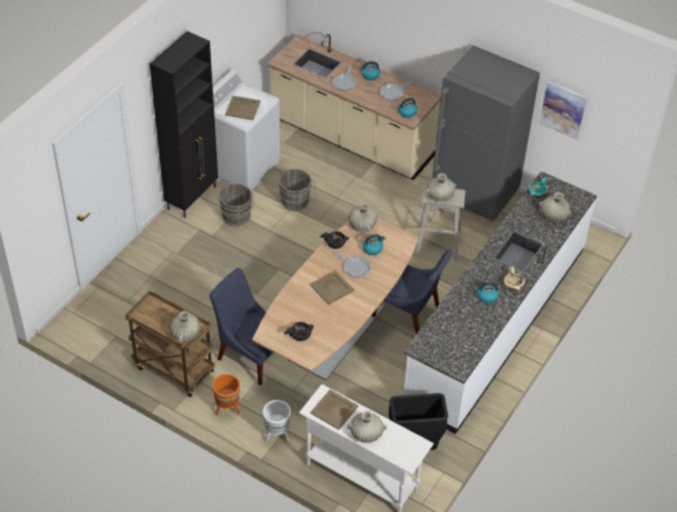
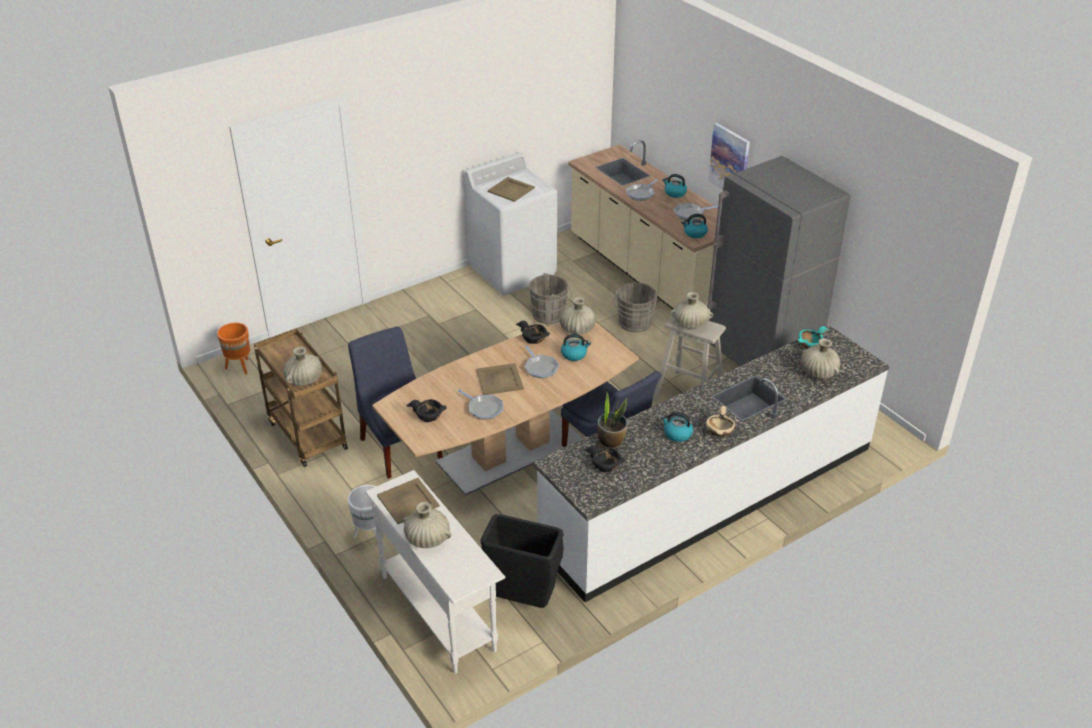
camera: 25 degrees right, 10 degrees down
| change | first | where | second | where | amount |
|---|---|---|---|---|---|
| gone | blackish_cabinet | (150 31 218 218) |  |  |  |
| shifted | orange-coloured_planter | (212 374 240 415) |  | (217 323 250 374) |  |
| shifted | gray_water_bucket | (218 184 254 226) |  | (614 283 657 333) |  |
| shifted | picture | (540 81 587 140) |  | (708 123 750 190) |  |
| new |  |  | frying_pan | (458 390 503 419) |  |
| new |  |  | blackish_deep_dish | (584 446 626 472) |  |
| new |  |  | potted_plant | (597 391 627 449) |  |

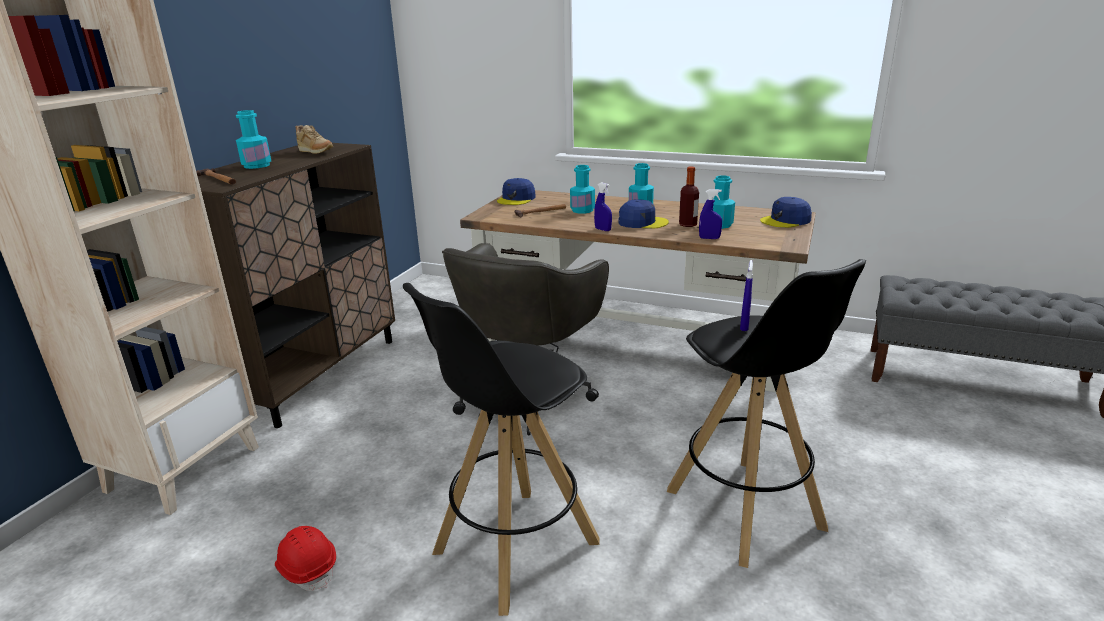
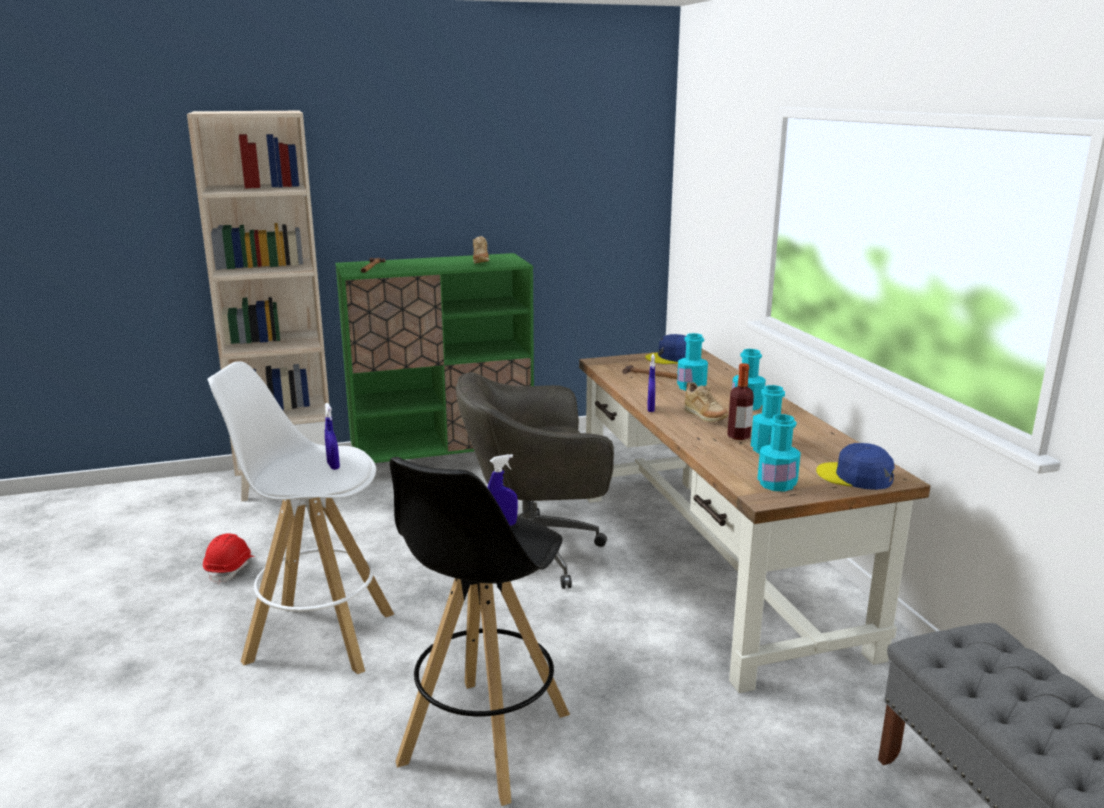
camera: 50 degrees right, 5 degrees down
| change | first | where | second | where | amount |
|---|---|---|---|---|---|
| repainted | brown-coloured_cabinet | (198 143 395 428) | green-coloured_cabinet | (336 253 534 463) |  |
| shifted | blue-green_bottle | (236 110 271 169) |  | (757 414 801 492) |  |
| repainted | blackish_sitting_stool | (403 283 600 616) | white_sitting_stool | (207 361 395 674) |  |
| swapped | bluish_cap | (618 199 669 229) | beige-coloured_low_shoe | (685 382 729 422) |  |
| shifted | bluish_hand_sprayer | (699 189 722 239) |  | (325 403 340 470) |  |

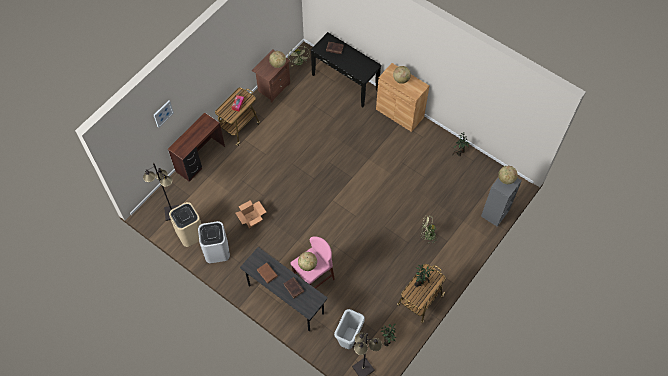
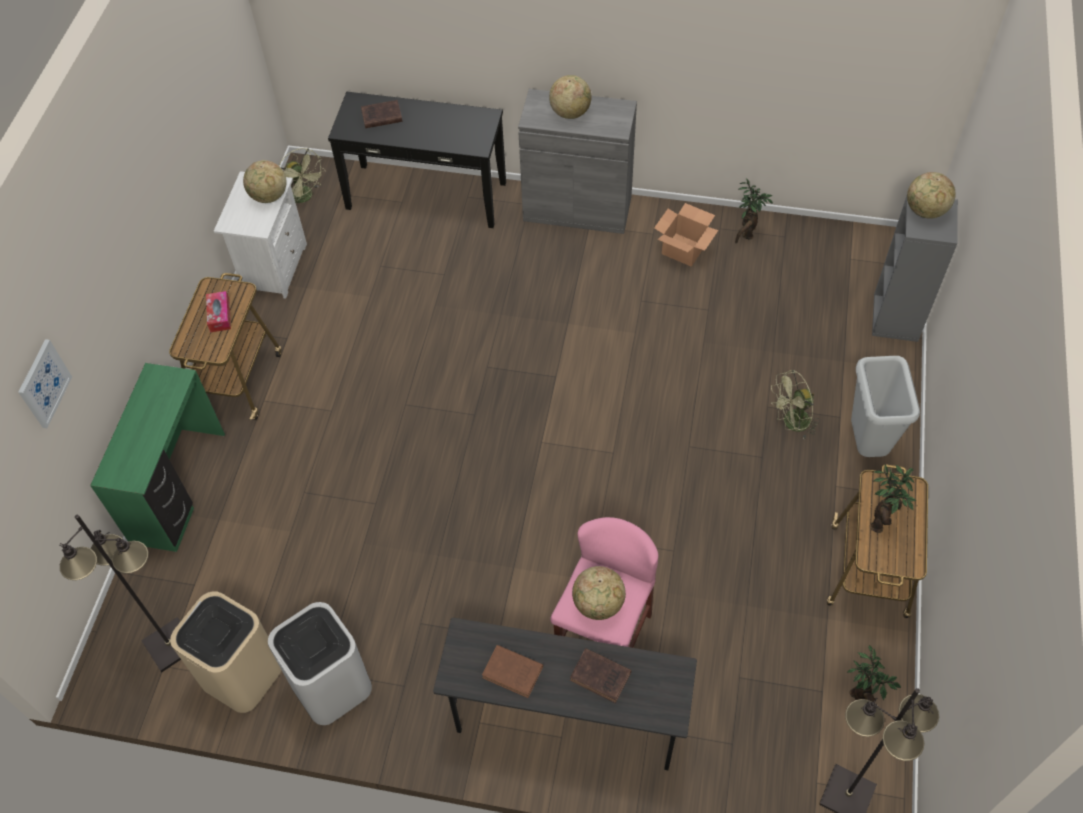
camera: 25 degrees left, 5 degrees down
| change | first | where | second | where | amount |
|---|---|---|---|---|---|
| repainted | brown-coloured_desk_unit | (168 113 225 182) | green-coloured_desk_unit | (90 363 225 552) |  |
| shifted | packing_box | (235 201 266 228) |  | (654 203 718 266) |  |
| repainted | brown-coloured_nightstand | (252 50 290 103) | white_nightstand | (214 171 307 299) |  |
| shifted | gray_trash_can | (334 309 365 349) |  | (851 356 920 457) |  |
| repainted | brown-coloured_cabinet | (376 63 429 132) | gray_cabinet | (518 89 637 234) |  |

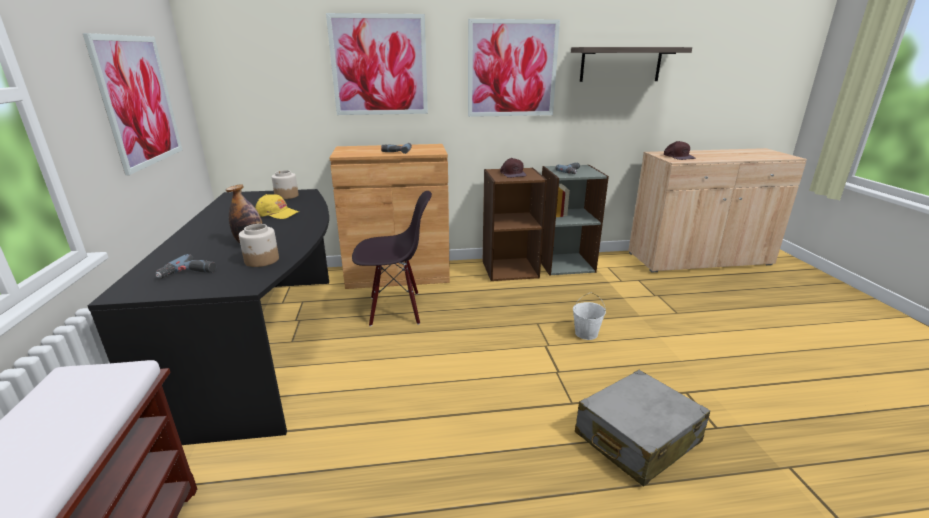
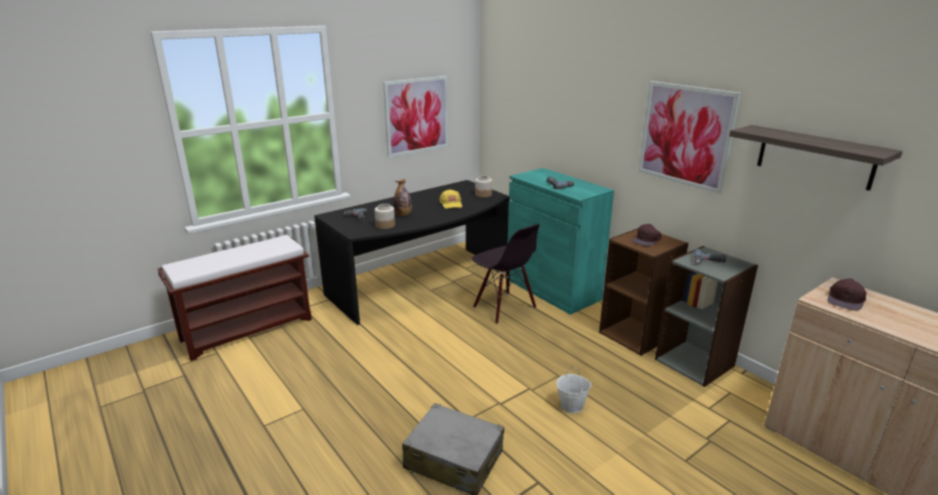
camera: 60 degrees right, 0 degrees up
| change | first | where | second | where | amount |
|---|---|---|---|---|---|
| gone | picture | (326 13 428 115) |  |  |  |
| repainted | brown-coloured_cabinet | (330 144 450 289) | blue-green_cabinet | (508 168 614 315) |  |

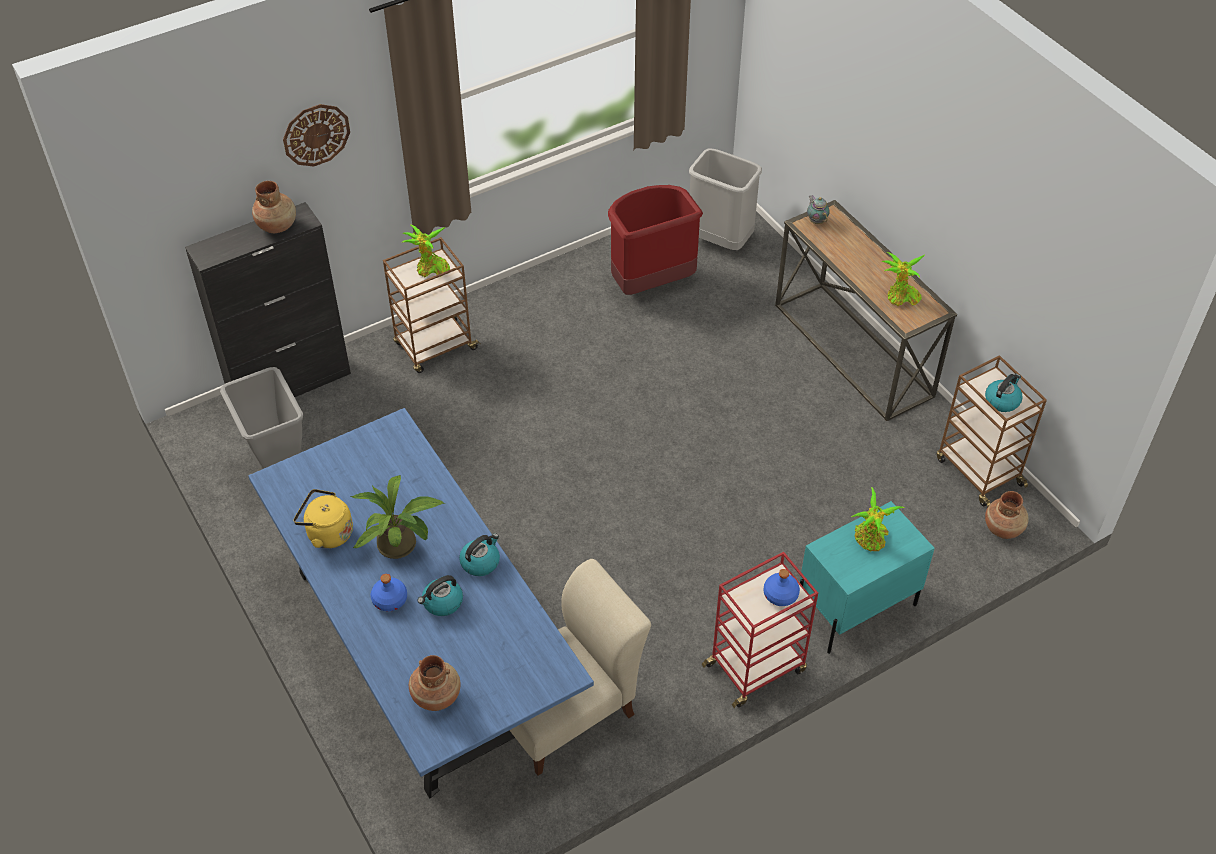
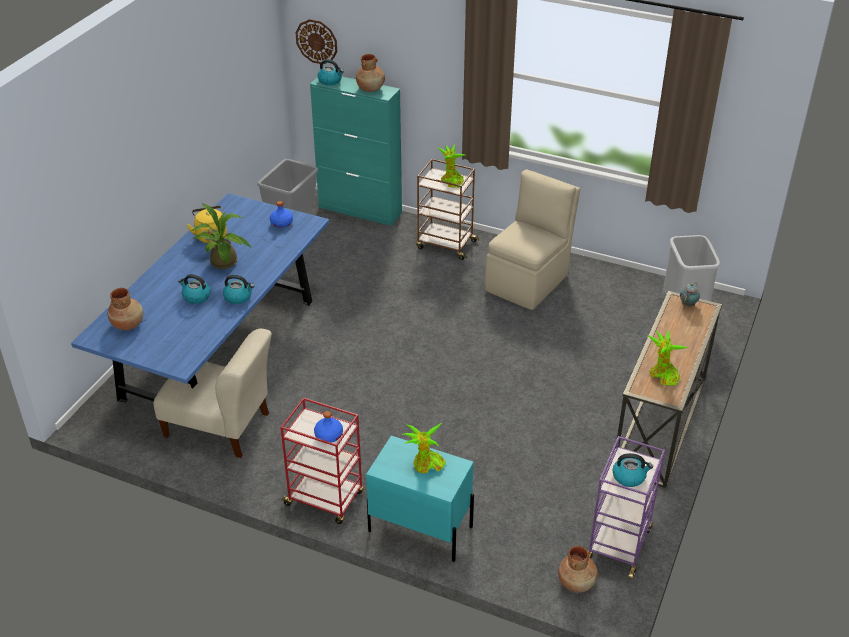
camera: 55 degrees right, 10 degrees down
| change | first | where | second | where | amount |
|---|---|---|---|---|---|
| repainted | blackish_cabinet | (185 202 351 397) | blue-green_cabinet | (310 77 402 226) |  |
| shifted | wall_clock | (283 104 350 167) |  | (295 19 337 64) |  |
| shifted | bluish_bottle | (371 574 407 611) |  | (270 201 293 228) |  |
| gone | red-coloured_trash_can | (608 185 703 295) |  |  |  |
| repainted | brown-coloured_trolley | (937 355 1047 508) | purple-coloured_trolley | (588 436 665 579) |  |
| new |  |  | water_kettle | (318 59 344 85) |  |
| new |  |  | beige-coloured_plain_chair | (485 169 580 310) |  |

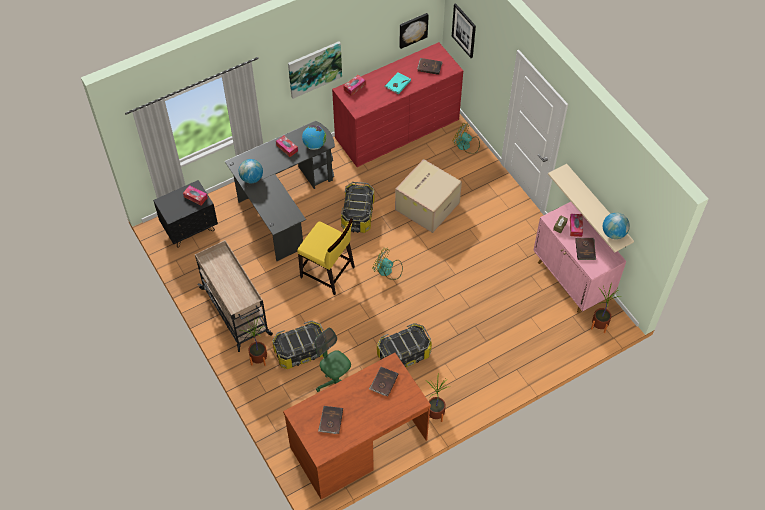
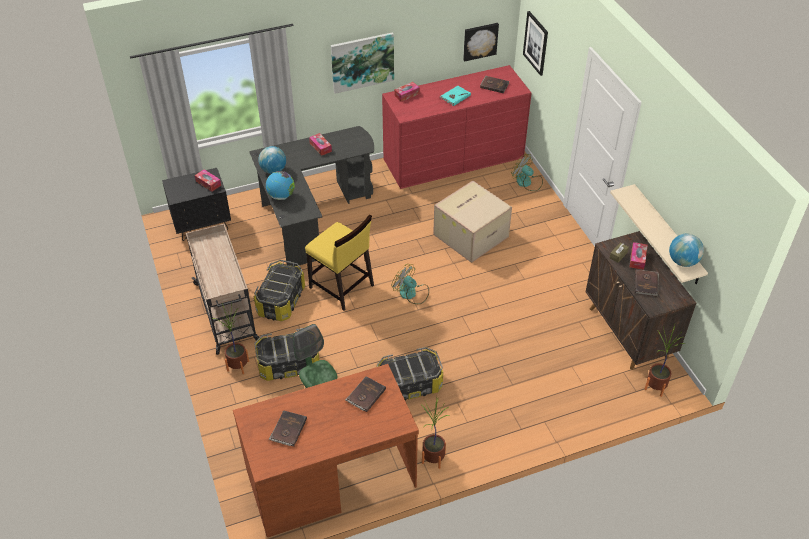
camera: 10 degrees right, 10 degrees down
| change | first | where | second | where | amount |
|---|---|---|---|---|---|
| shifted | desk_globe | (302 125 326 150) |  | (266 171 295 200) |  |
| shifted | storage_bin | (341 182 374 233) |  | (254 260 305 321) |  |
| repainted | pink-coloured_cabinet | (533 202 626 313) | brown-coloured_cabinet | (586 231 696 370) |  |

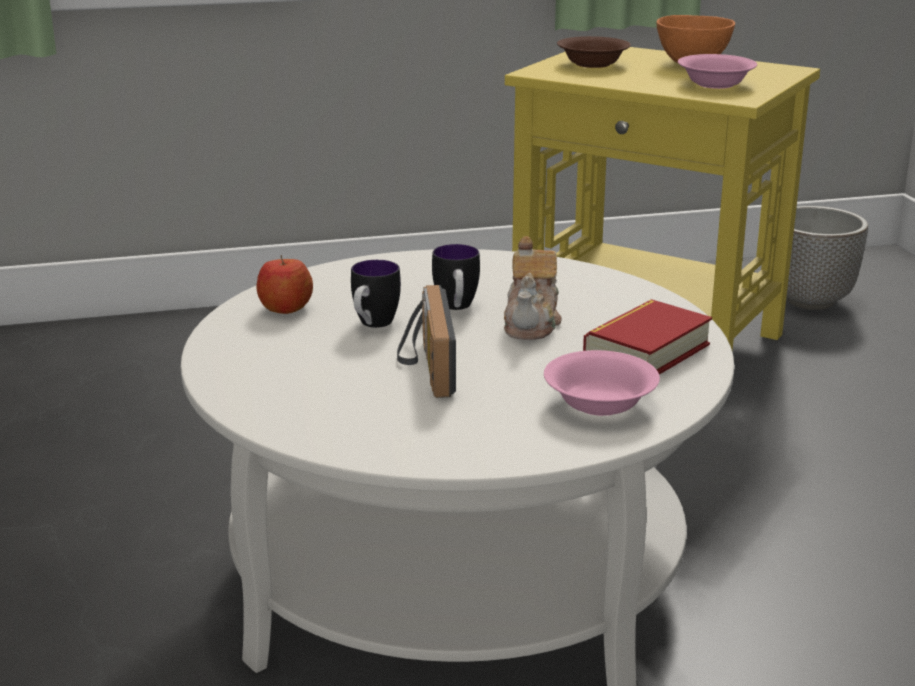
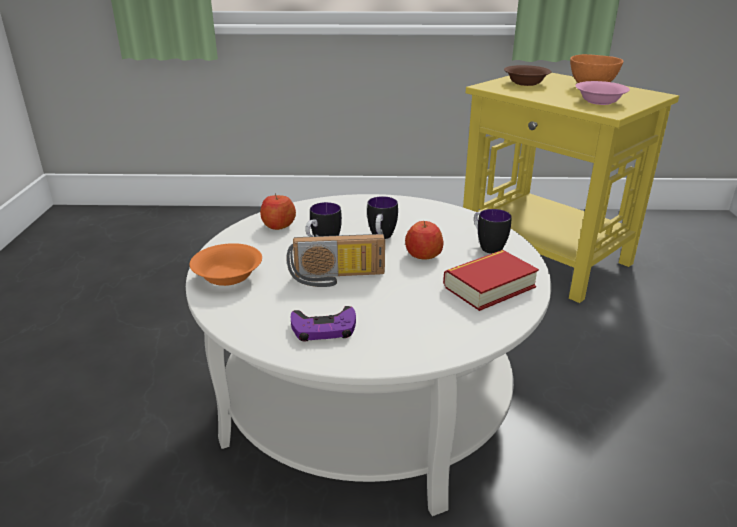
camera: 15 degrees right, 5 degrees up
| change | first | where | second | where | amount |
|---|---|---|---|---|---|
| rotated | radio | (397 285 456 398) |  | (287 234 385 287) | 105 degrees counterclockwise |
| swapped | tea_pot | (504 236 562 340) | whole_apple | (405 221 443 259) |  |
| gone | pink-coloured_deep_dish | (544 350 660 416) |  |  |  |
| gone | planter | (786 206 868 310) |  |  |  |
| new |  |  | orange-coloured_deep_dish | (190 243 262 286) |  |
| new |  |  | purple-coloured_joypad | (291 306 356 342) |  |
| new |  |  | coffee_mug | (474 209 512 254) |  |

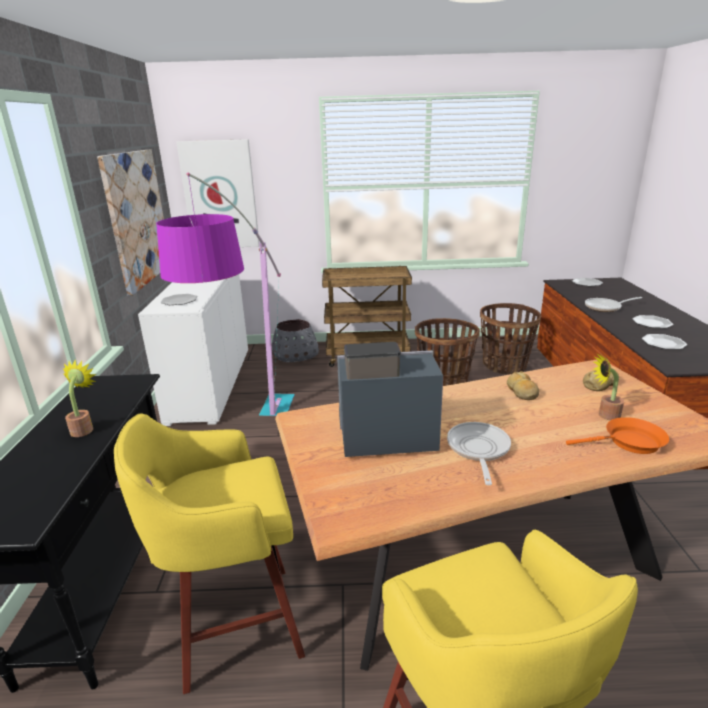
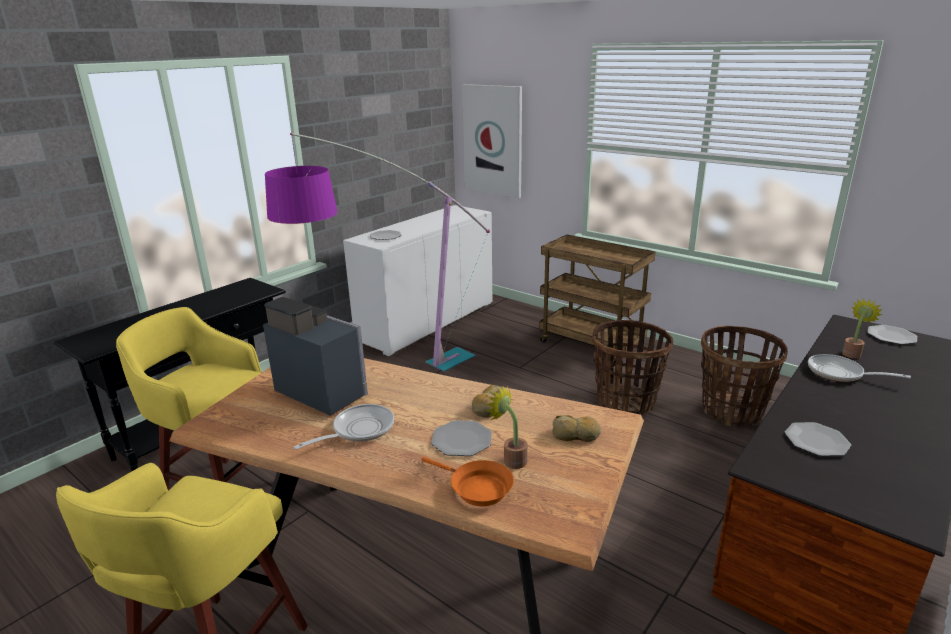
camera: 40 degrees right, 0 degrees up
| change | first | where | second | where | amount |
|---|---|---|---|---|---|
| shifted | potted_plant | (63 359 96 437) |  | (842 298 883 359) |  |
| gone | picture | (97 150 164 296) |  |  |  |
| gone | gray_planter | (272 319 319 362) |  |  |  |
| shifted | flat_dish | (632 315 674 328) |  | (431 420 492 456) |  |

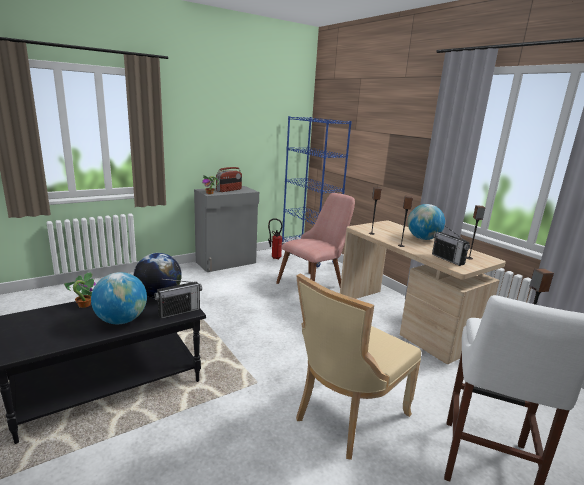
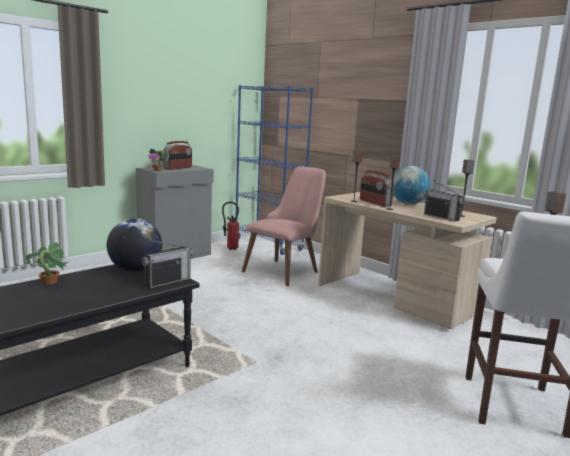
camera: 10 degrees left, 5 degrees down
| change | first | where | second | where | amount |
|---|---|---|---|---|---|
| gone | desk_globe | (91 272 147 324) |  |  |  |
| gone | beige-coloured_plain_chair | (296 273 421 460) |  |  |  |
| new |  |  | radio | (360 170 394 207) |  |

